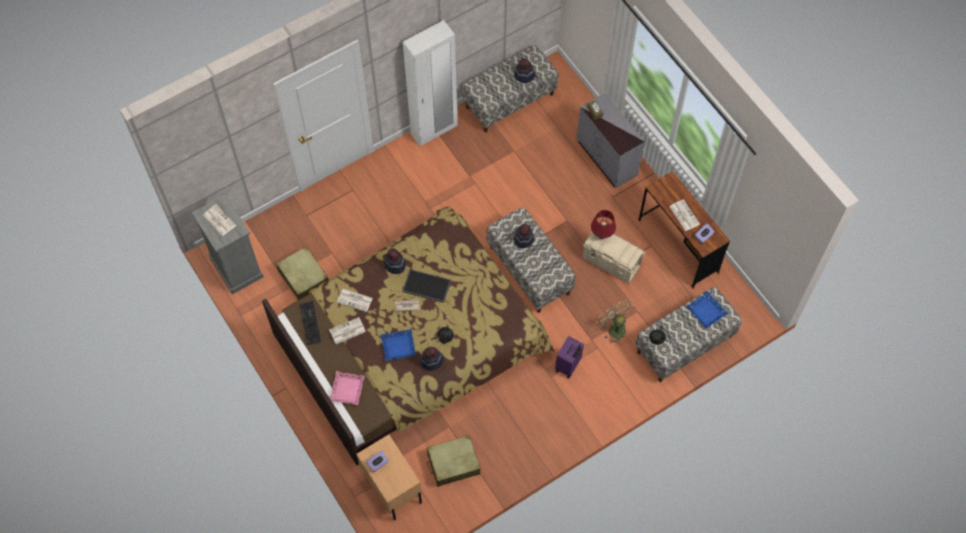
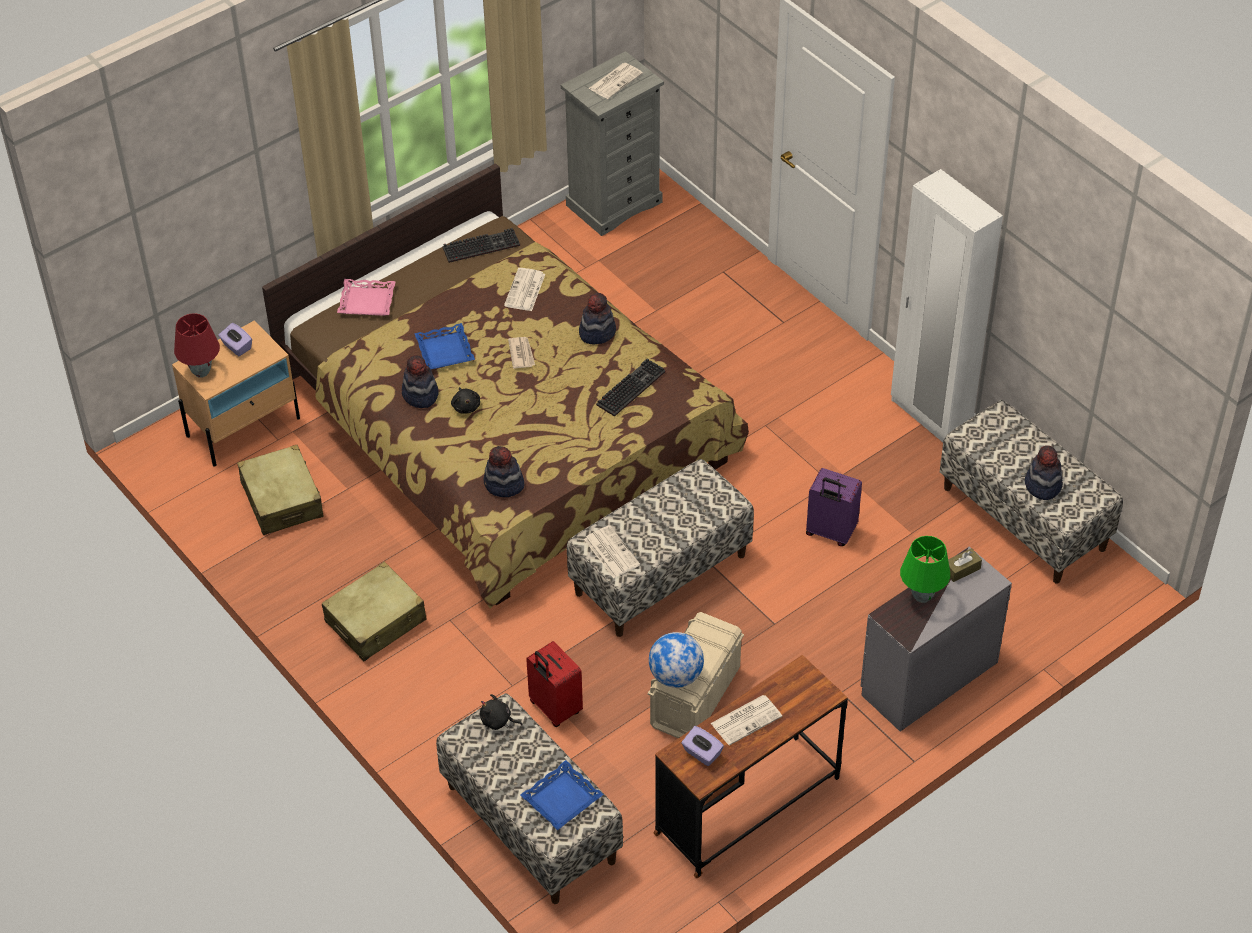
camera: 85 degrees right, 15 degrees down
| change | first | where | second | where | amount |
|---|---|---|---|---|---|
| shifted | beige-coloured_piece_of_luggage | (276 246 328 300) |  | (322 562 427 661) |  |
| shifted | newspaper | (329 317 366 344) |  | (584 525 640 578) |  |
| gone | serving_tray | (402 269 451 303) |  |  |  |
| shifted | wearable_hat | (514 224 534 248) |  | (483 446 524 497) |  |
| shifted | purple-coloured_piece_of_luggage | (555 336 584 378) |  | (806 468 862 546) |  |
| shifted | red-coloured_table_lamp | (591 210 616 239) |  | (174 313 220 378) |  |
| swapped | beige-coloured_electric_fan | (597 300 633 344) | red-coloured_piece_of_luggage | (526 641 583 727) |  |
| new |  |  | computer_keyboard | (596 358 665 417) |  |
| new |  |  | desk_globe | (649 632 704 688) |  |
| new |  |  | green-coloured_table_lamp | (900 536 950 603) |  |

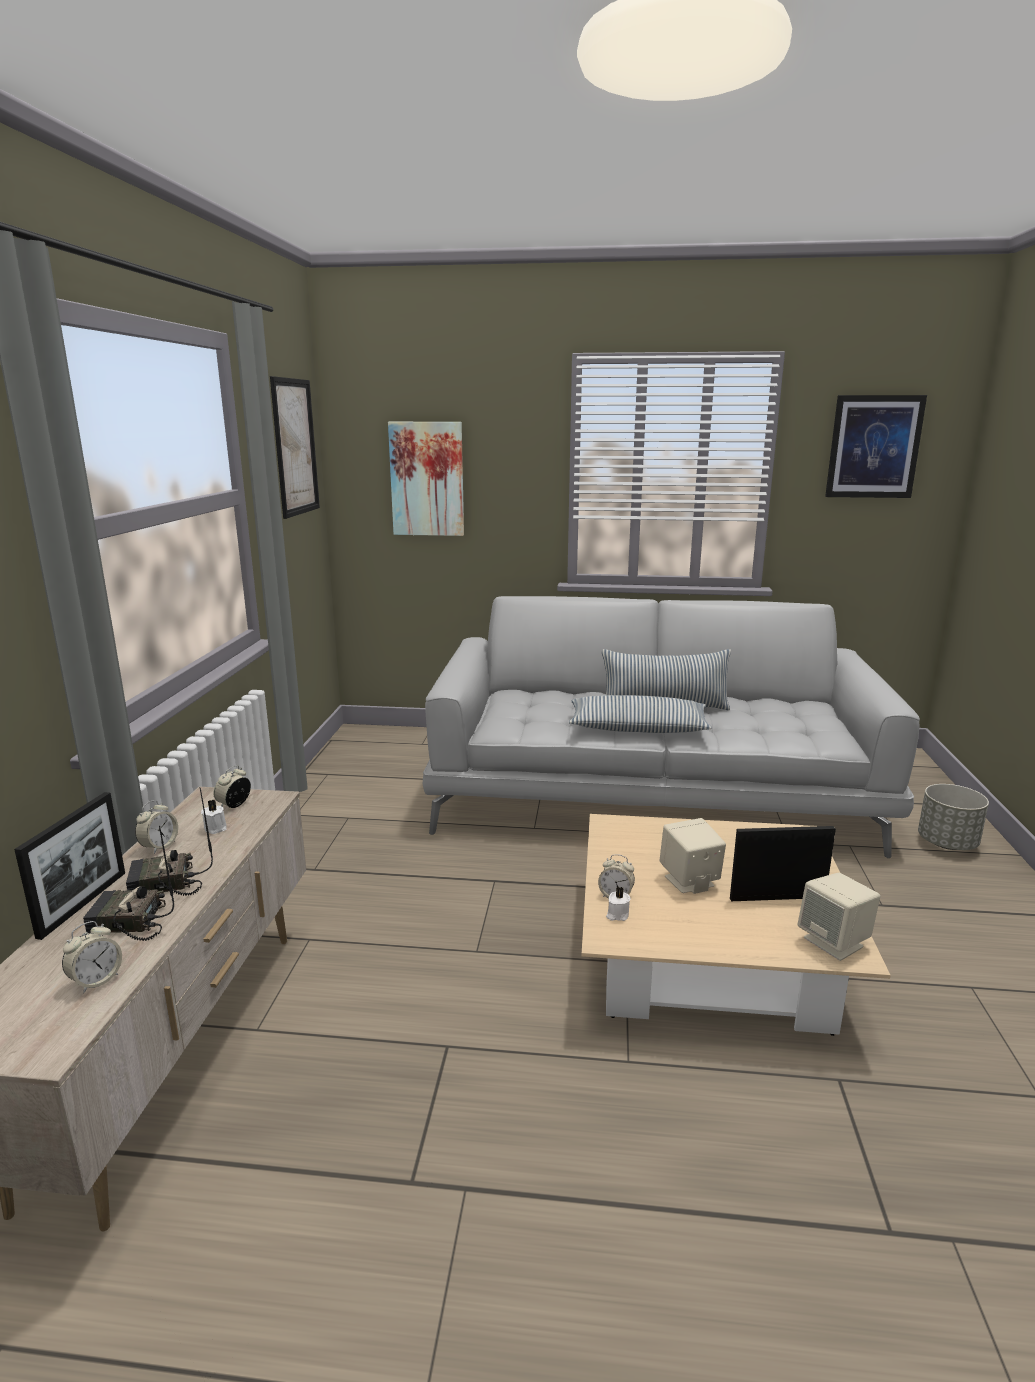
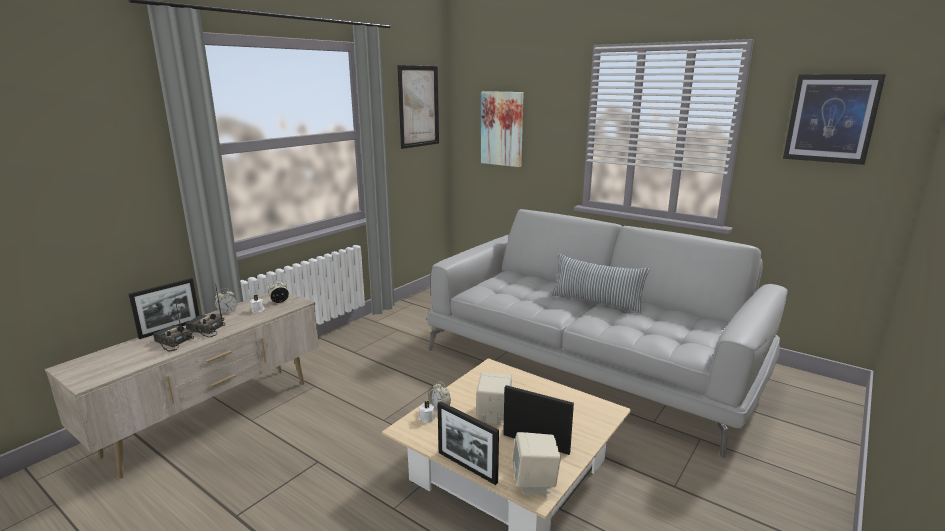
camera: 30 degrees right, 0 degrees up
| change | first | where | second | where | amount |
|---|---|---|---|---|---|
| gone | bedside_clock | (62 921 122 993) |  |  |  |
| gone | cushion | (569 695 712 733) |  |  |  |
| gone | gray_planter | (918 784 989 850) |  |  |  |
| new |  |  | picture_frame | (437 401 499 485) |  |

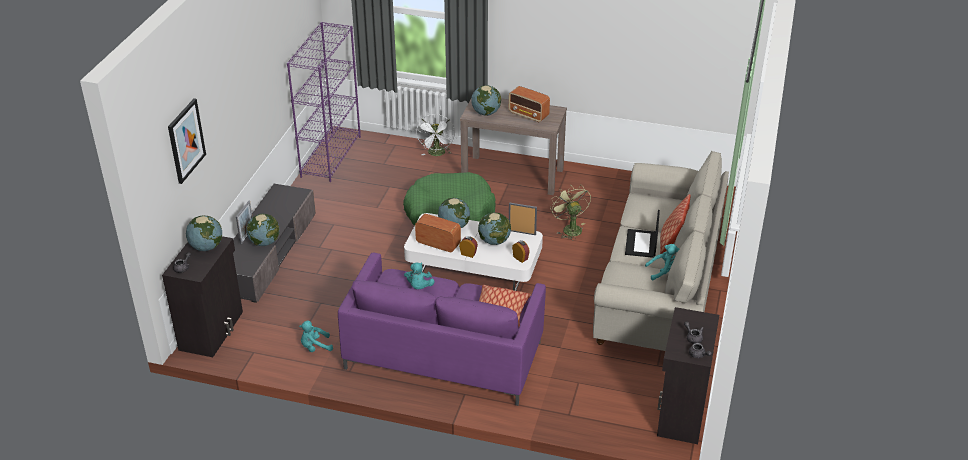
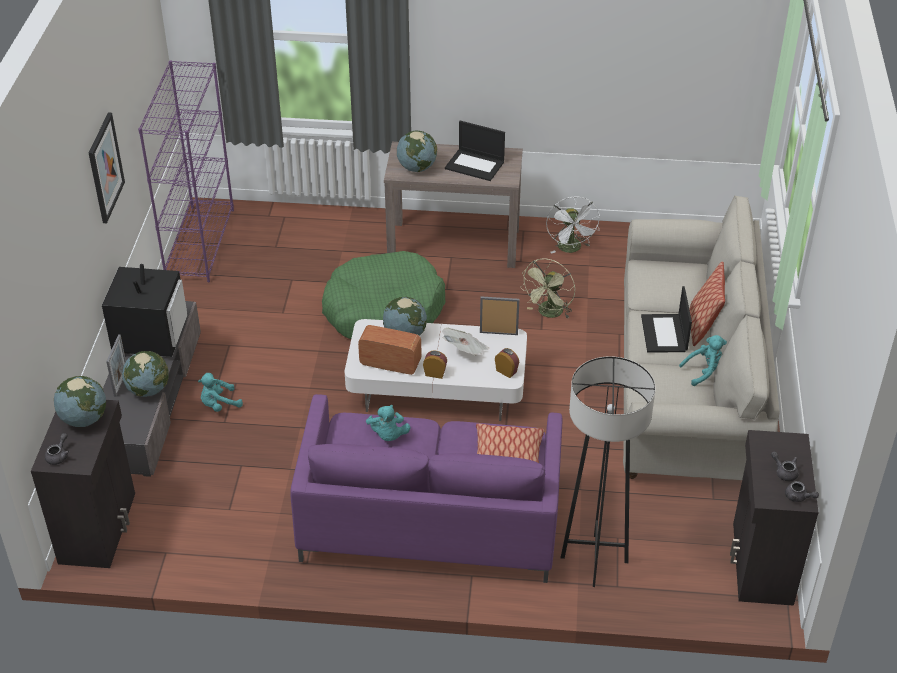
camera: 10 degrees left, 5 degrees up
| change | first | where | second | where | amount |
|---|---|---|---|---|---|
| shifted | picture | (168 98 206 184) |  | (89 112 125 223) |  |
| shifted | blue-green_plush_toy | (299 321 333 352) |  | (198 373 243 412) |  |
| shifted | white_electric_fan | (416 114 455 156) |  | (546 196 600 253) |  |
| swapped | desk_globe | (478 213 511 245) | newspaper | (442 328 489 356) |  |
| swapped | radio | (509 86 550 123) | laptop | (445 121 505 181) |  |
| rotated | green-coloured_electric_fan | (550 185 591 241) |  | (520 258 575 319) | 120 degrees counterclockwise |
| new |  |  | television | (102 264 188 357) |  |
| new |  |  | gray_standing_lamp | (561 356 656 587) |  |

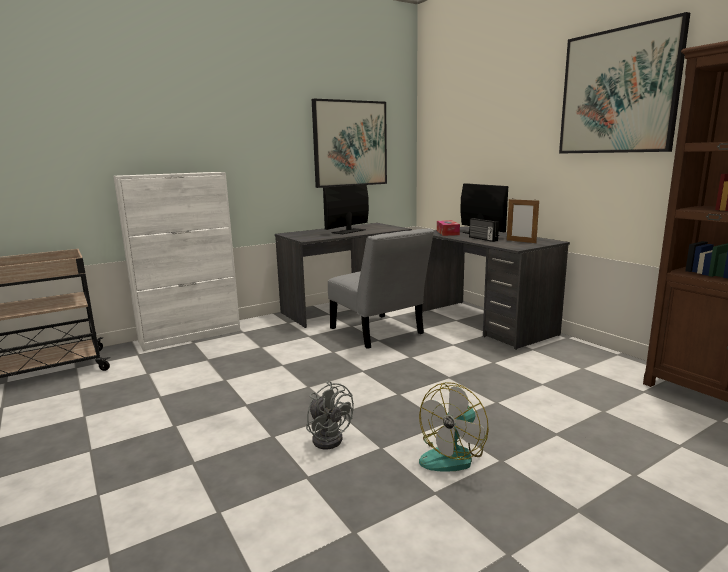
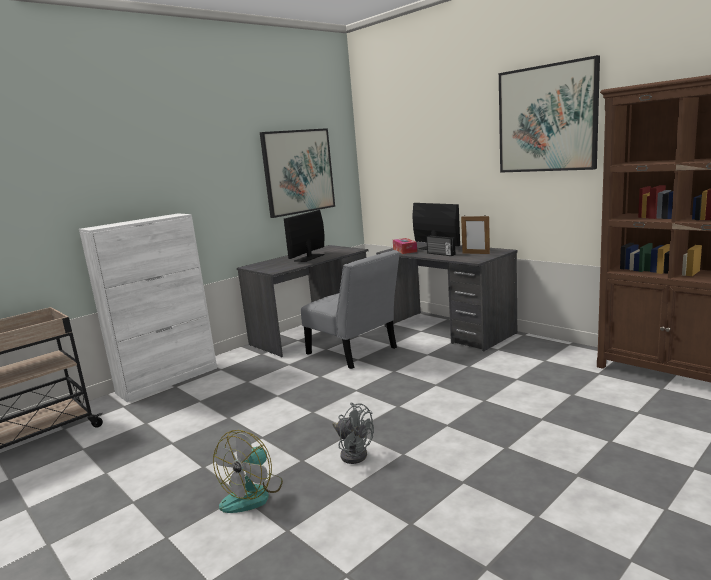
camera: 10 degrees left, 0 degrees up
| change | first | where | second | where | amount |
|---|---|---|---|---|---|
| shifted | electric_fan | (419 382 489 472) |  | (213 430 283 513) |  |

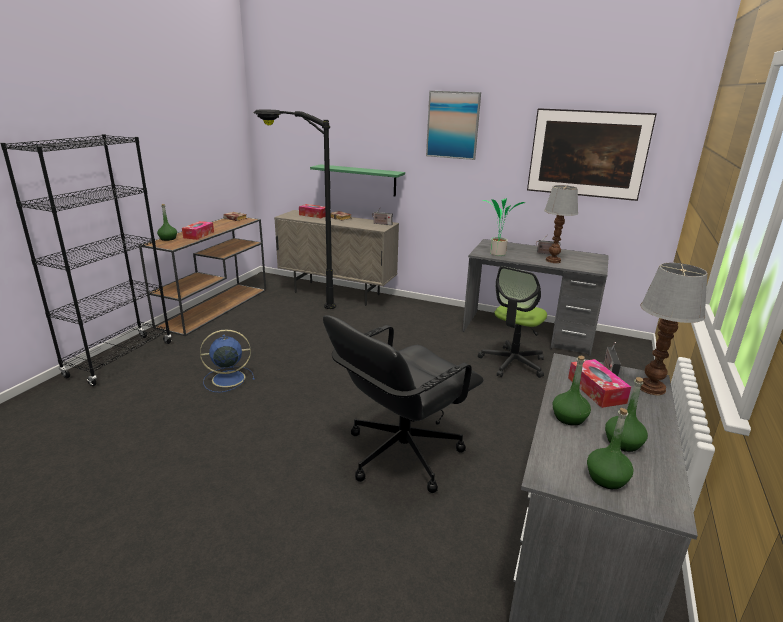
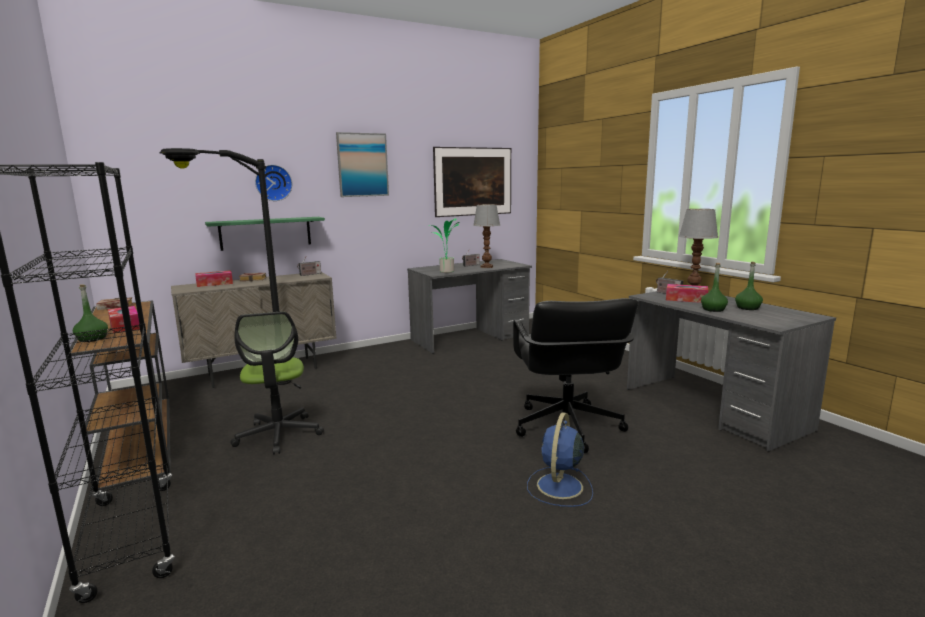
camera: 50 degrees left, 10 degrees down
| change | first | where | second | where | amount |
|---|---|---|---|---|---|
| shifted | bluish_electric_fan | (200 329 255 392) |  | (527 412 593 507) |  |
| shifted | office_chair | (478 266 547 378) |  | (230 311 324 455) |  |
| gone | green-coloured_bottle | (587 408 634 489) |  |  |  |
| new |  |  | wall_clock | (255 165 292 201) |  |

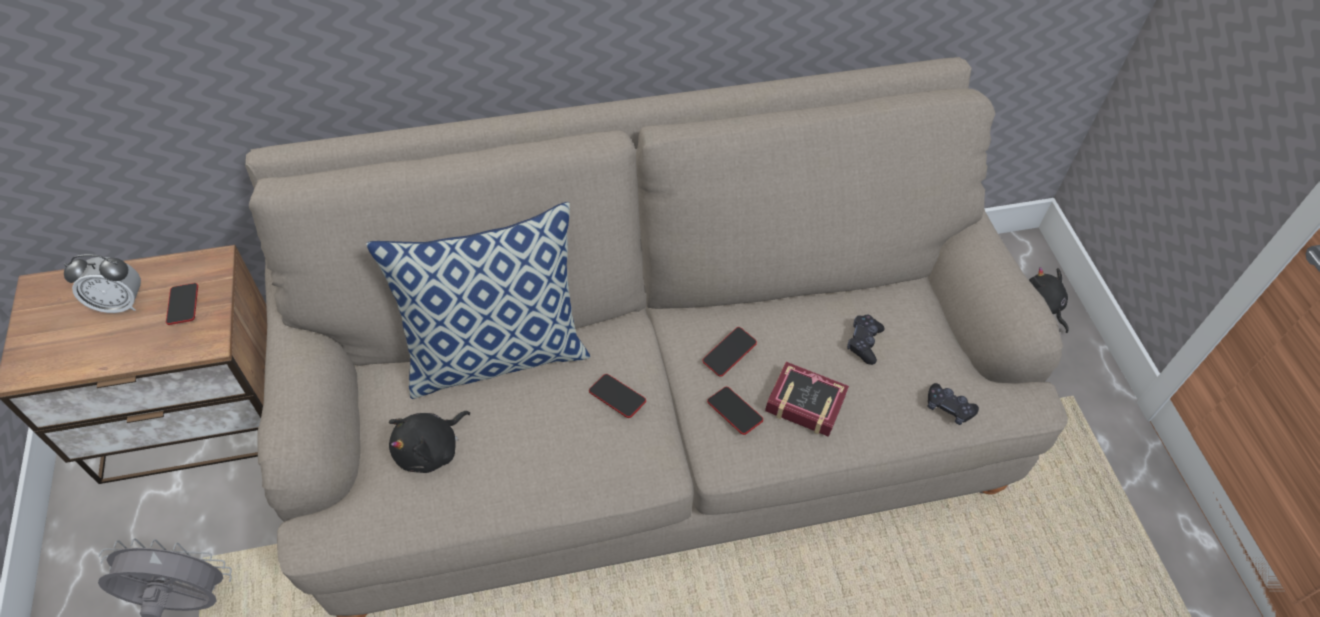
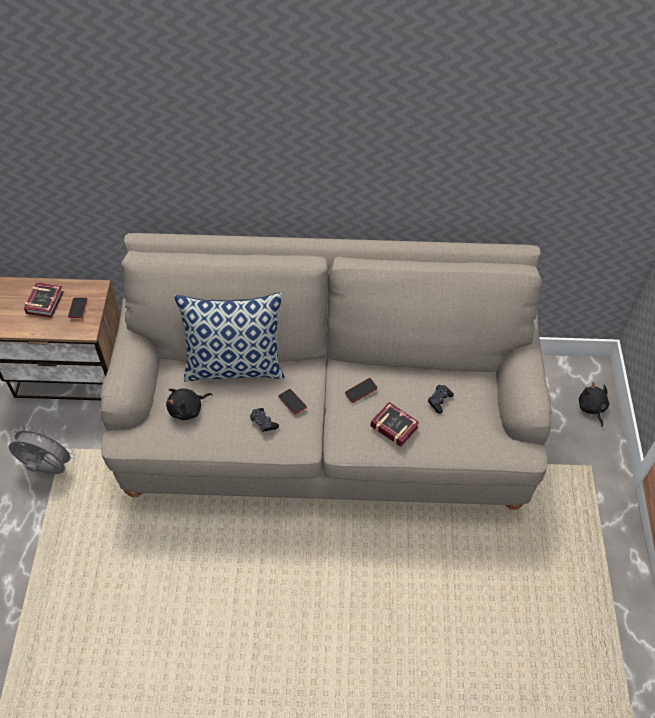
camera: 15 degrees right, 0 degrees up
| change | first | where | second | where | amount |
|---|---|---|---|---|---|
| swapped | bedside_clock | (64 254 141 313) | book | (24 282 64 318) |  |
| gone | handset | (707 387 763 435) |  |  |  |
| shifted | blackish_joypad | (927 383 979 425) |  | (250 408 279 432) |  |

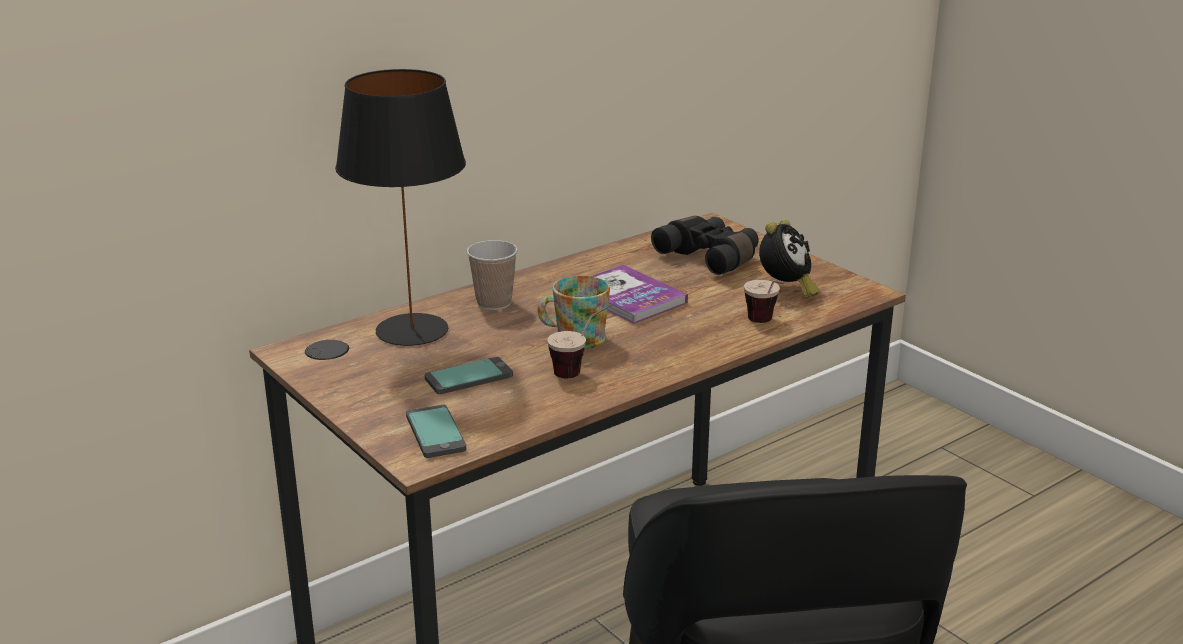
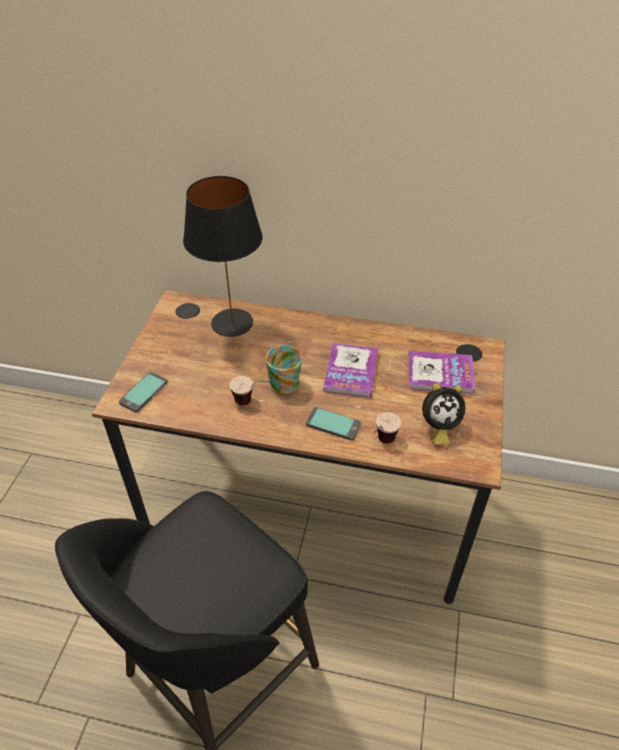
camera: 50 degrees right, 20 degrees up
| change | first | where | second | where | amount |
|---|---|---|---|---|---|
| shifted | handset | (425 357 513 394) |  | (306 407 361 441) |  |
| gone | cup | (467 240 518 310) |  |  |  |
| swapped | blackish_binoculars | (651 216 759 275) | book | (408 351 476 394) |  |

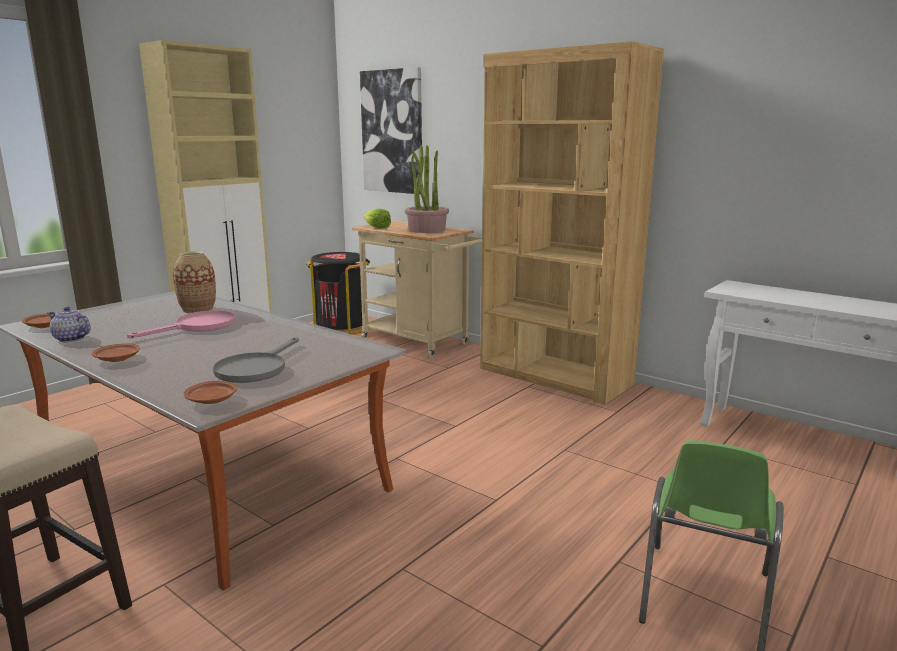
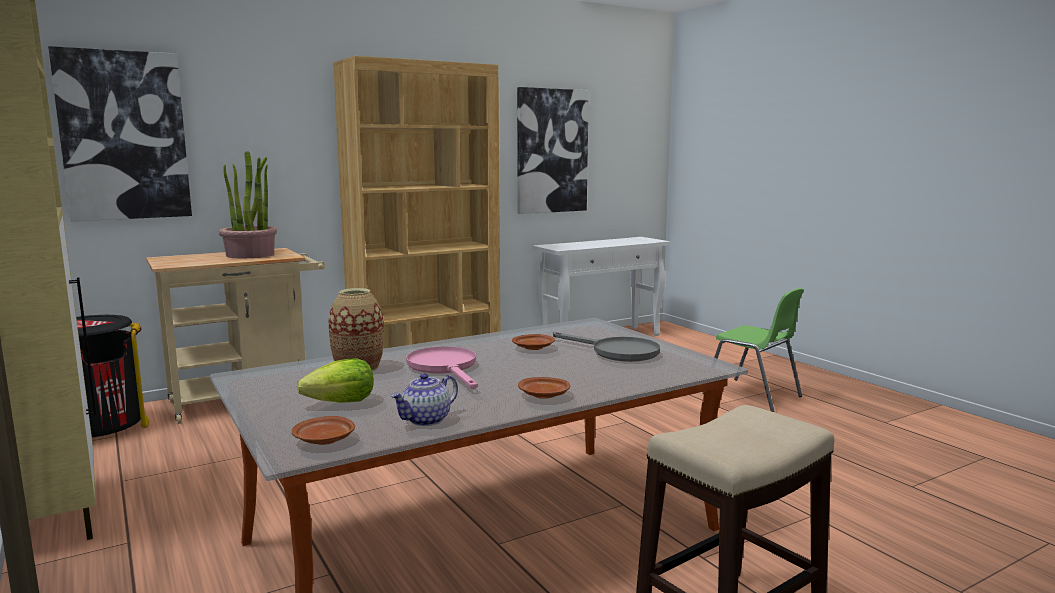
camera: 70 degrees left, 5 degrees down
| change | first | where | second | where | amount |
|---|---|---|---|---|---|
| shifted | brown-coloured_flat_dish | (184 381 237 404) |  | (512 334 555 350) |  |
| shifted | head_of_lettuce | (364 209 391 228) |  | (297 358 374 403) |  |
| new |  |  | picture | (517 87 589 214) |  |

